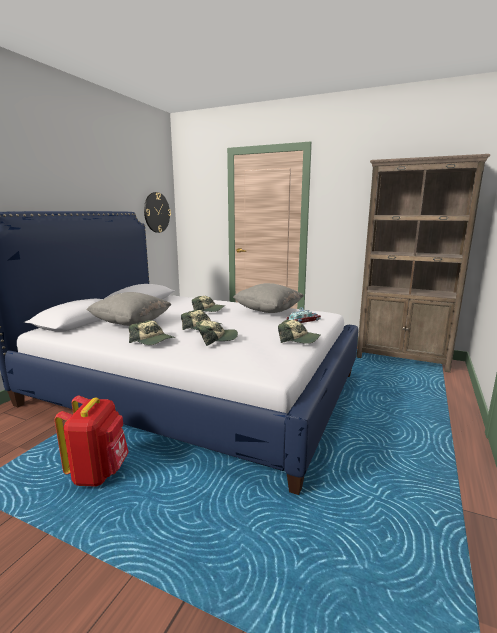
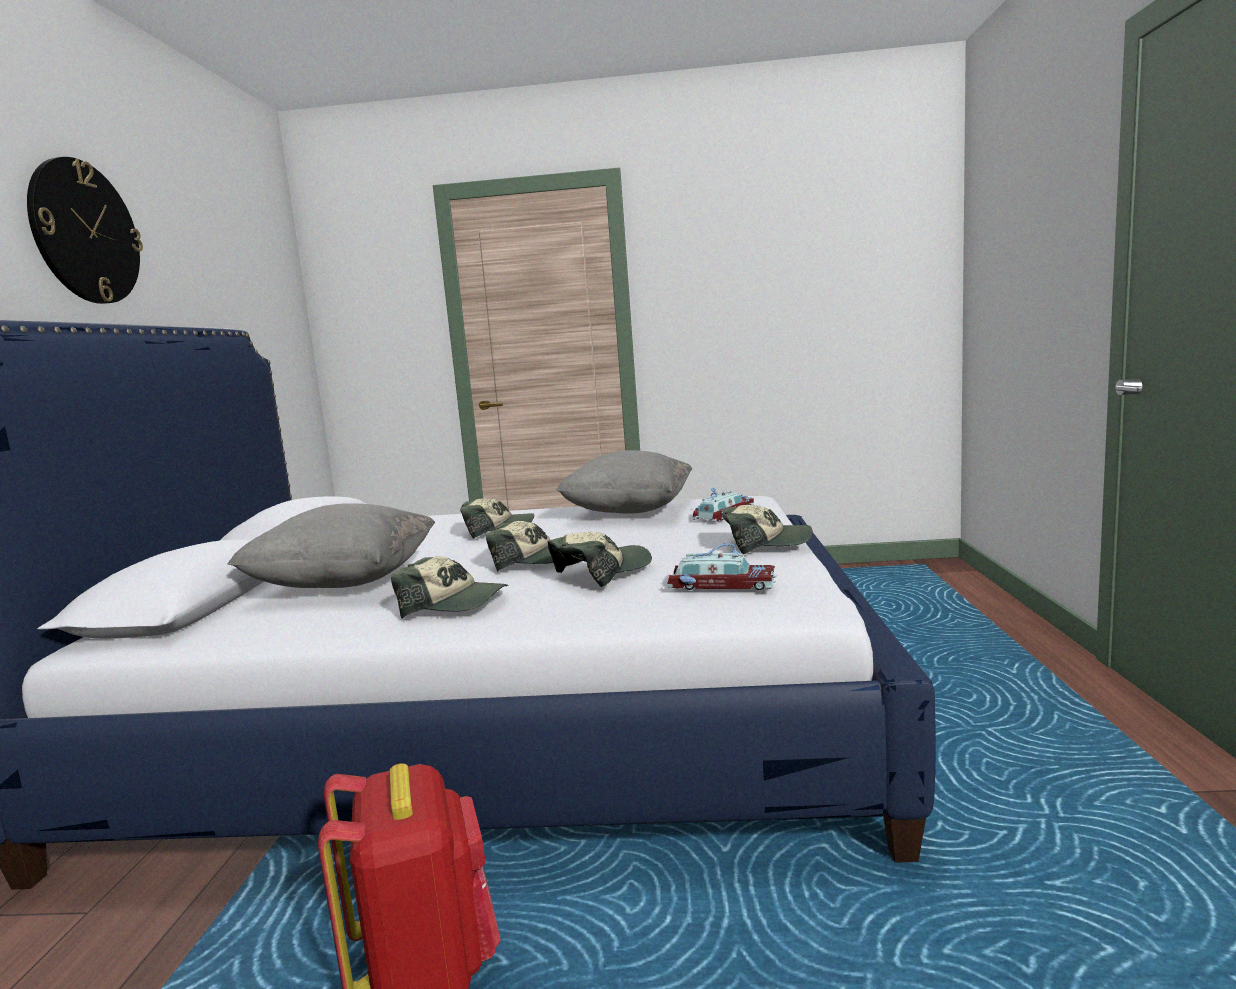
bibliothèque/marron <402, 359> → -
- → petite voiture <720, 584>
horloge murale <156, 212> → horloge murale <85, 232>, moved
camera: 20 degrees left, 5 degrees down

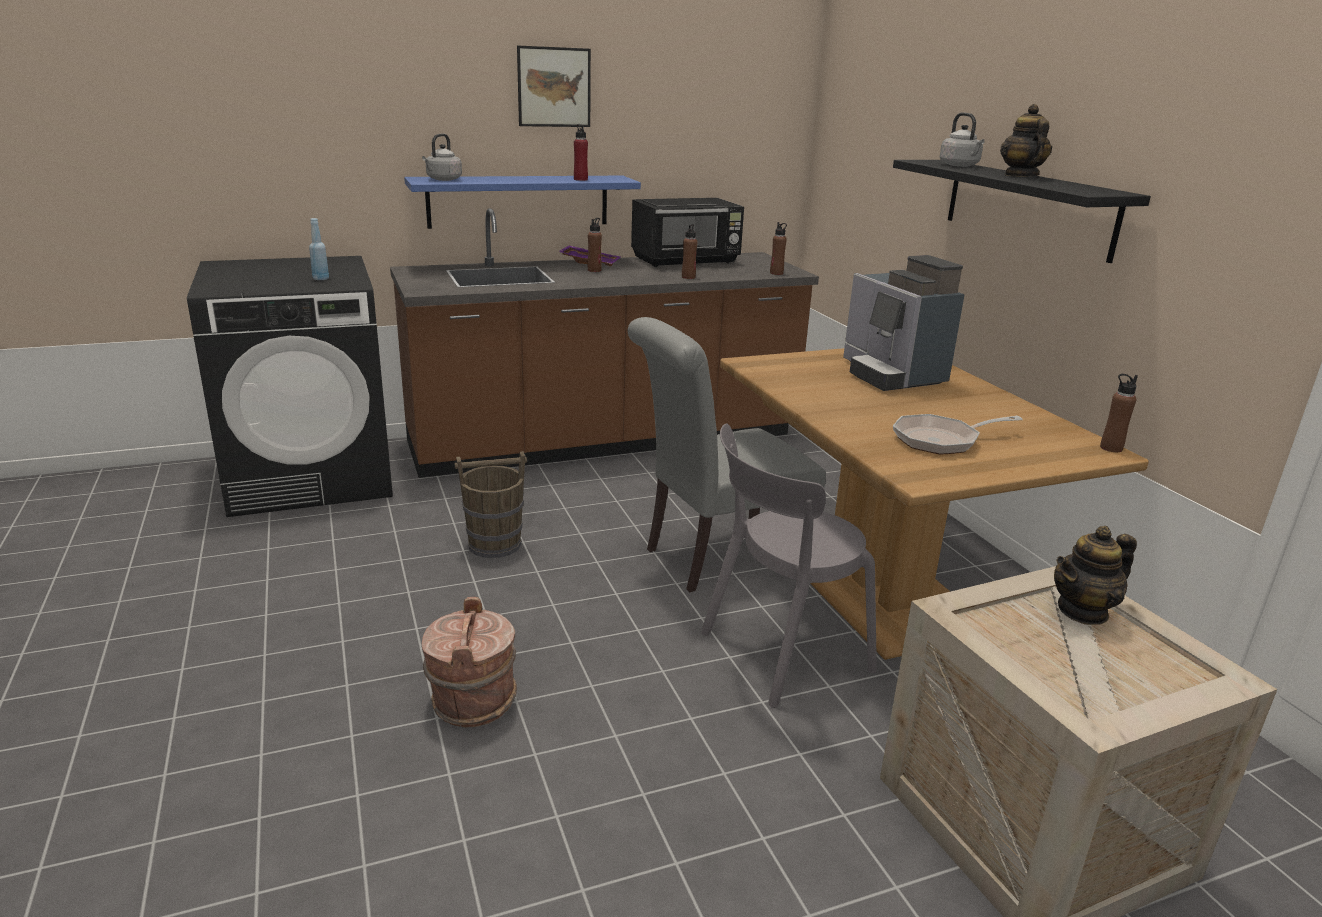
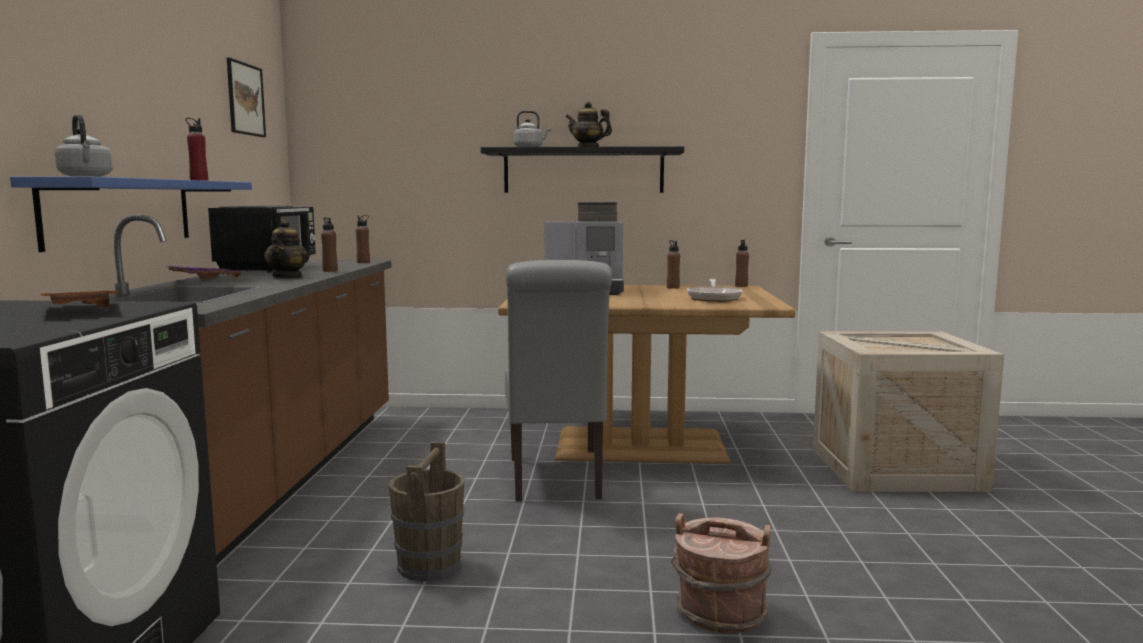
chaise/gris <779, 654> → -
tableau <554, 87> → tableau <245, 99>, moved
bouteille/marron <594, 270> → bouteille/marron <673, 287>, moved
théière <1083, 611> → théière <288, 277>, moved
bouteille/bleu <321, 279> → plateau/orange <80, 310>
camera: 65 degrees left, 15 degrees down

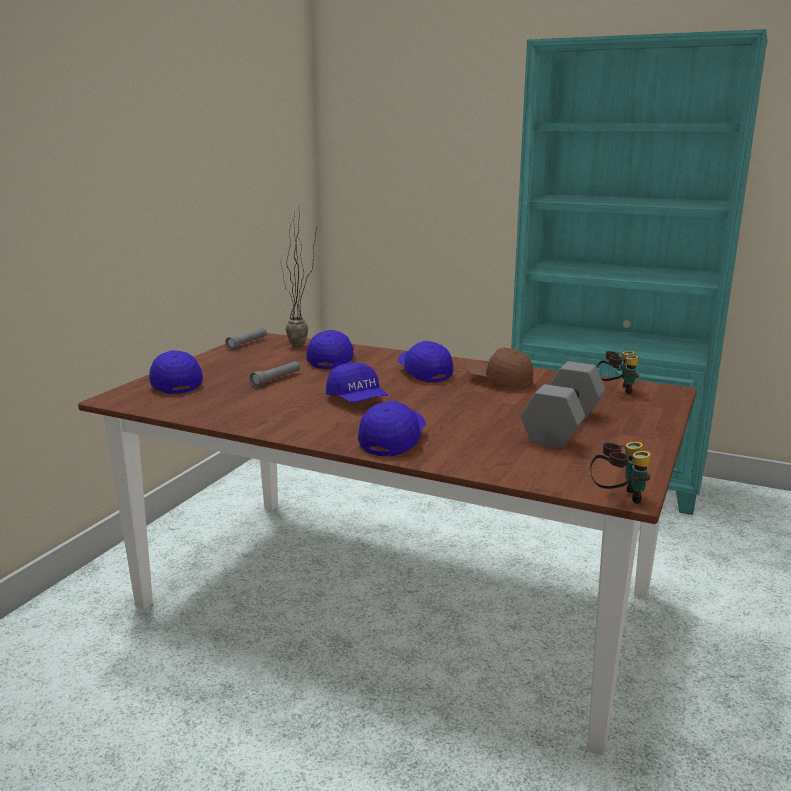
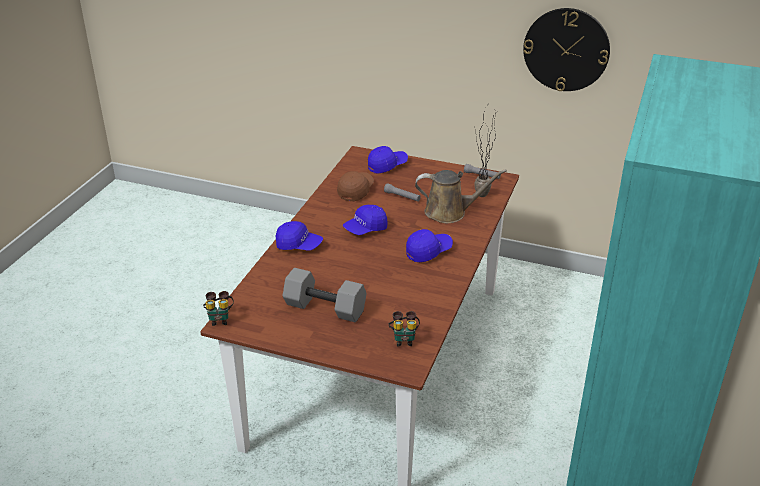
- → horloge murale <566, 49>
casquette/marron <499, 381> → casquette/marron <356, 191>, moved
casquette/bleu <332, 360> → arrosoir/marron <449, 212>
camera: 85 degrees right, 15 degrees up

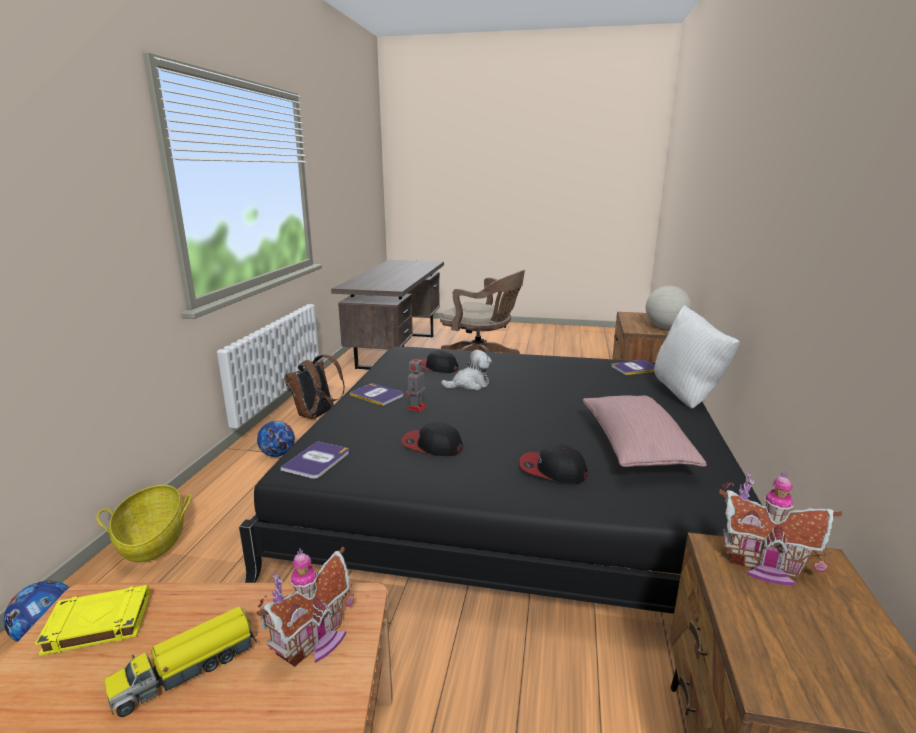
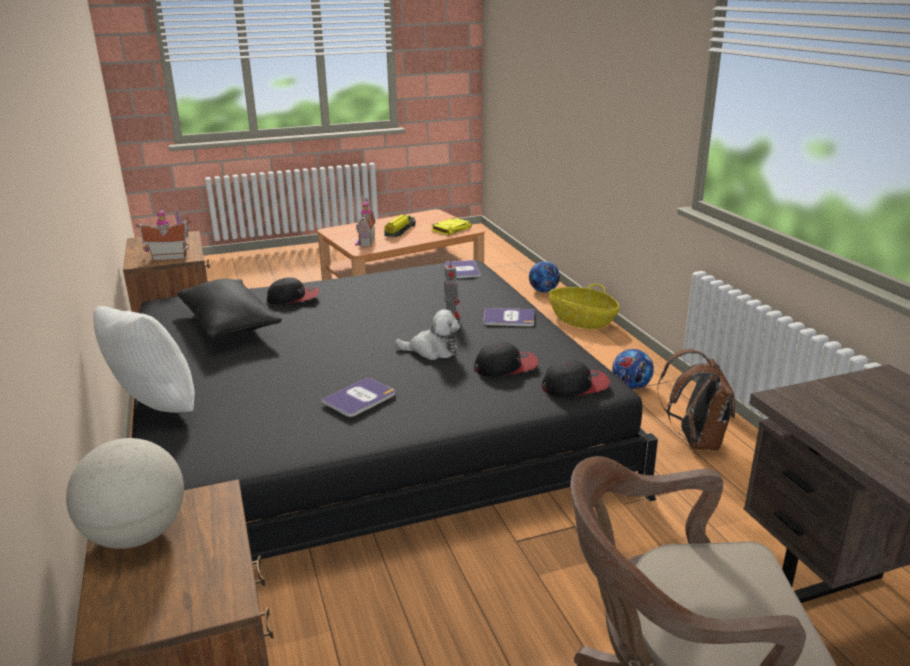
casquette <432, 446> → casquette <575, 386>, moved
livre <635, 368> → livre <359, 398>, moved
coussin/rose <634, 447> → coussin/noir <229, 324>
peluche <469, 384> → peluche <432, 351>, 120 degrees counterclockwise
camera: 150 degrees right, 5 degrees up

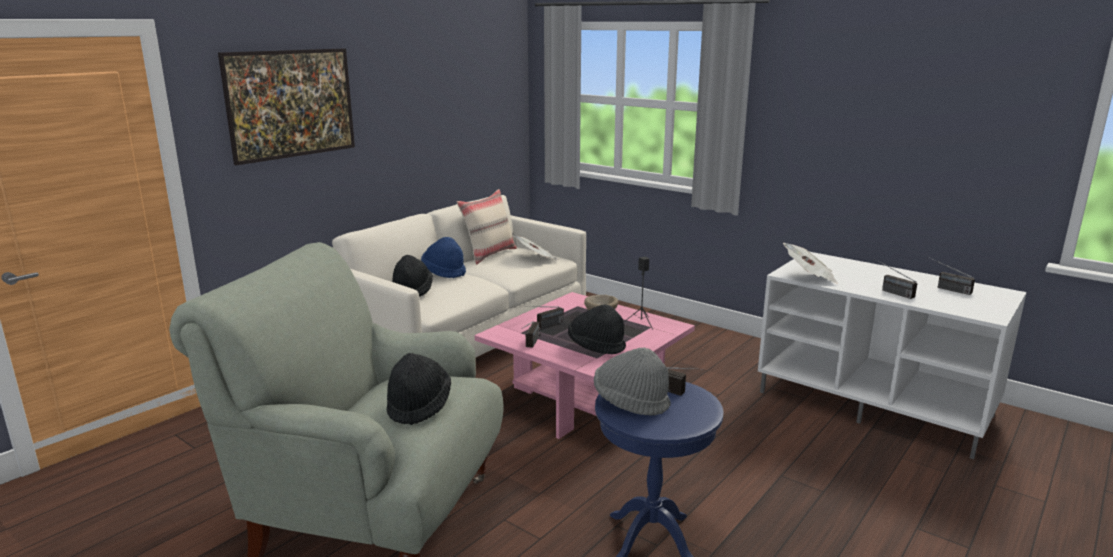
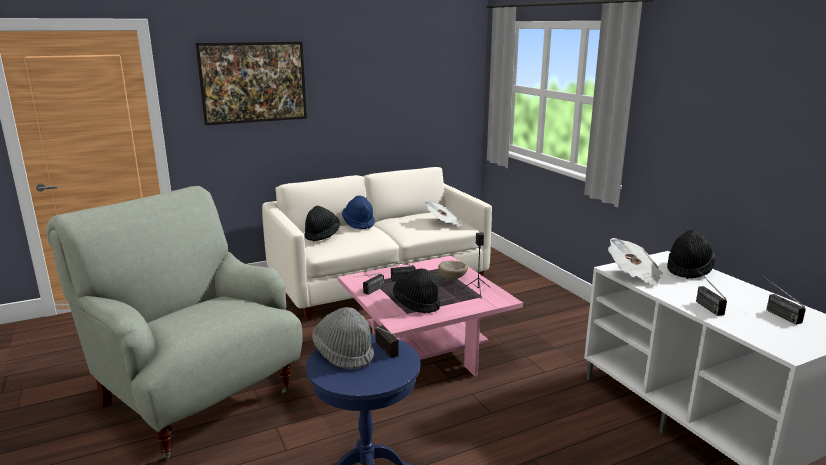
coussin/beige <489, 254> → -
chapeau/noir <419, 406> → chapeau/noir <688, 269>, moved
camera: 25 degrees right, 0 degrees up

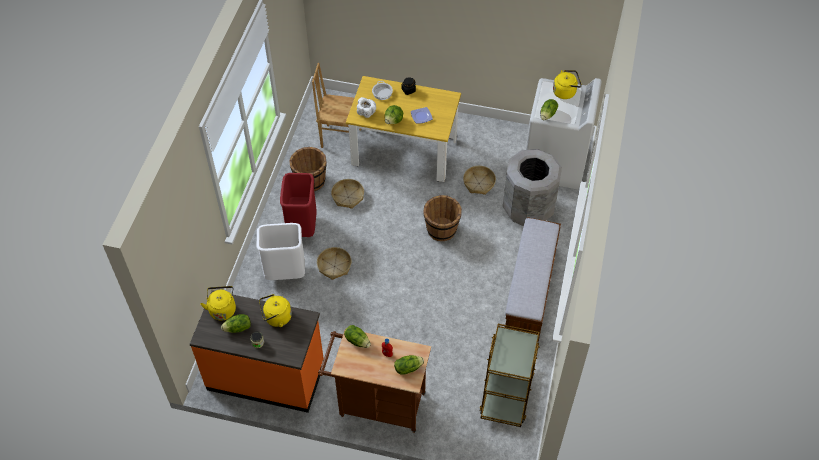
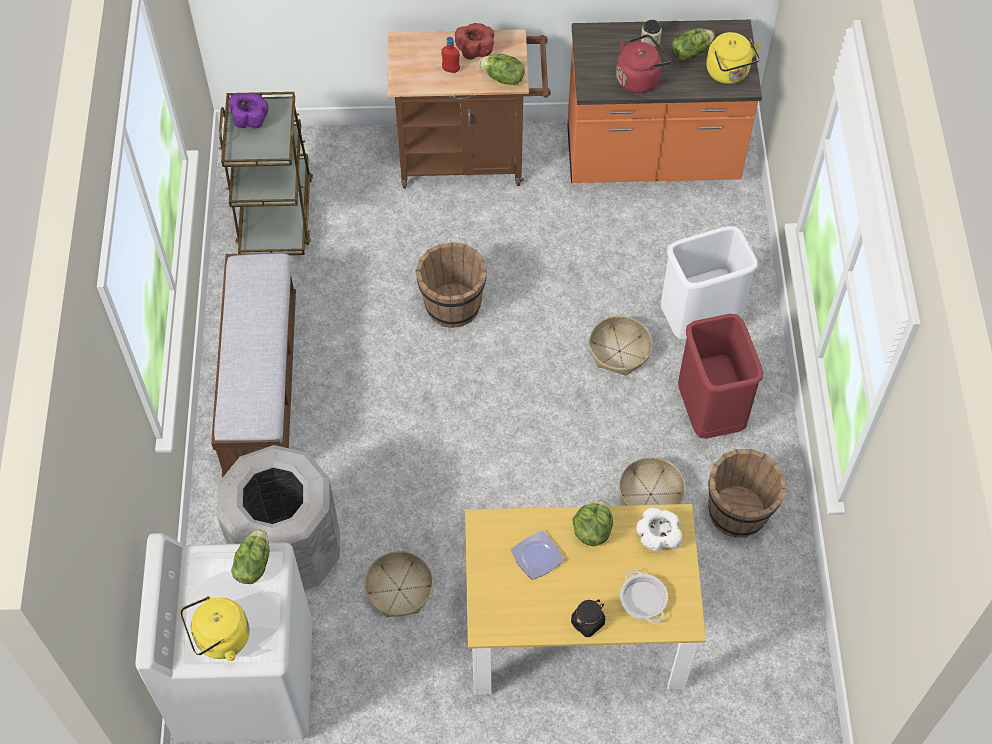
chaise/marron <341, 137> → -
laitue <408, 368> → -
- → bol/violet <250, 119>
- → bol/rouge <475, 50>
seau/marron <441, 230> → seau/marron <452, 305>, moved
bouilloire/jaune <276, 318> → bouilloire/rouge <639, 78>
camera: 165 degrees right, 5 degrees up

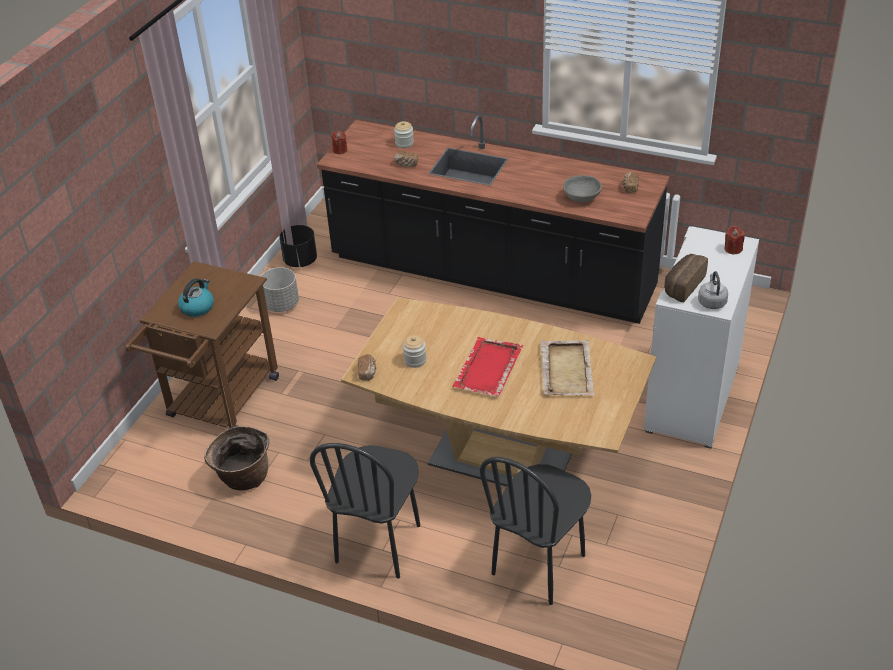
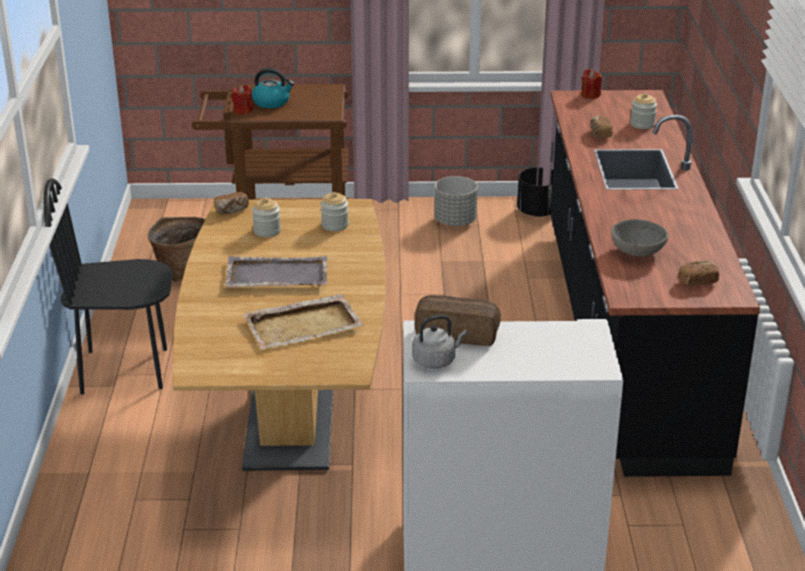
chaise/noir <539, 565> → -
- → bocal <335, 225>
bougie/rouge <733, 249> → bougie/rouge <243, 111>, moved
plateau/rouge <487, 369> → plateau/gris <276, 275>
camera: 65 degrees right, 10 degrees down

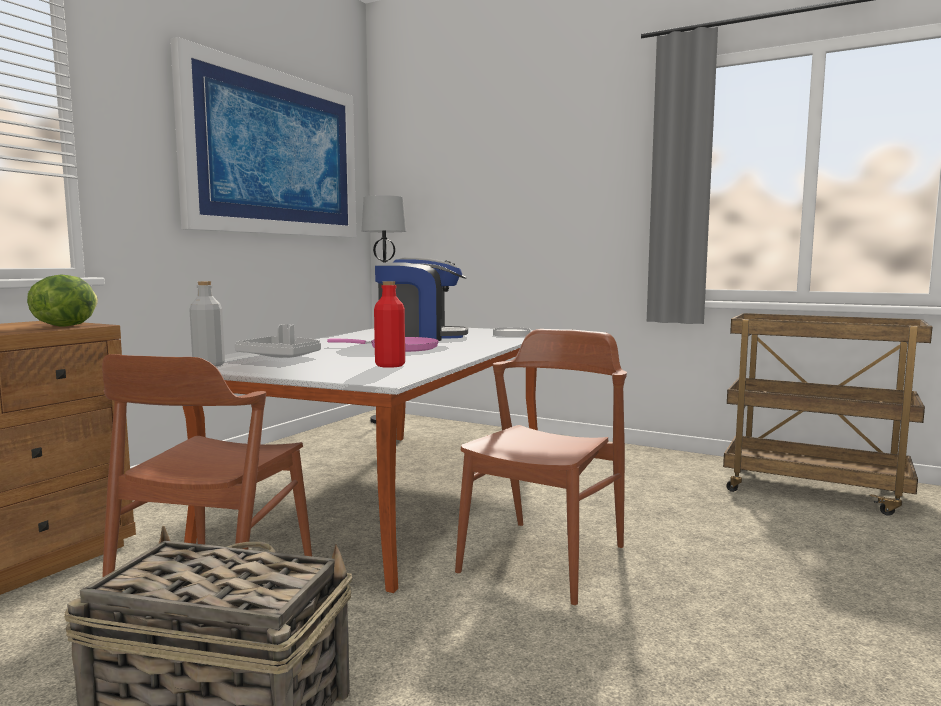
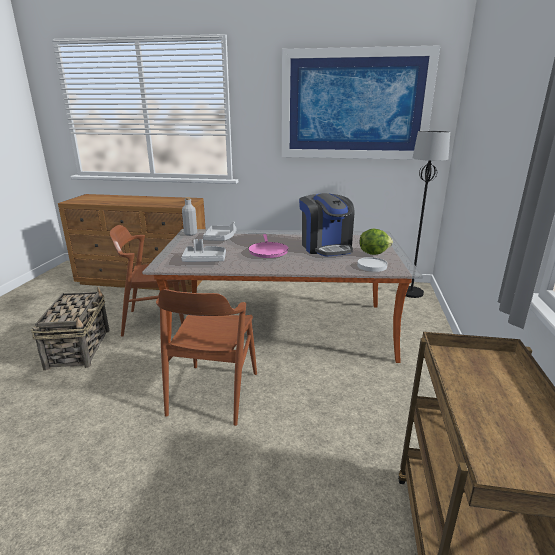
laitue <65, 326> → laitue <373, 253>, moved
bouteille/rouge <390, 365> → plateau/gris <204, 260>
chaise/marron <544, 558> → chaise/marron <213, 393>, 90 degrees clockwise
camera: 70 degrees right, 15 degrees up

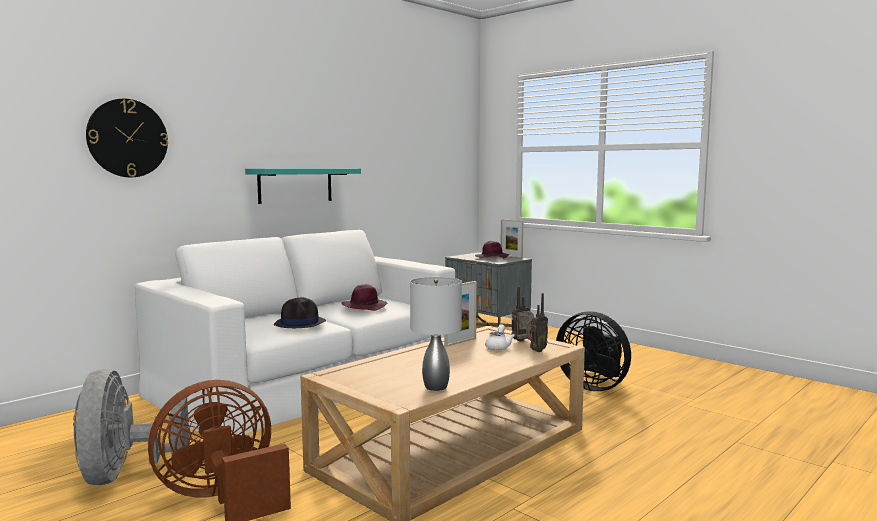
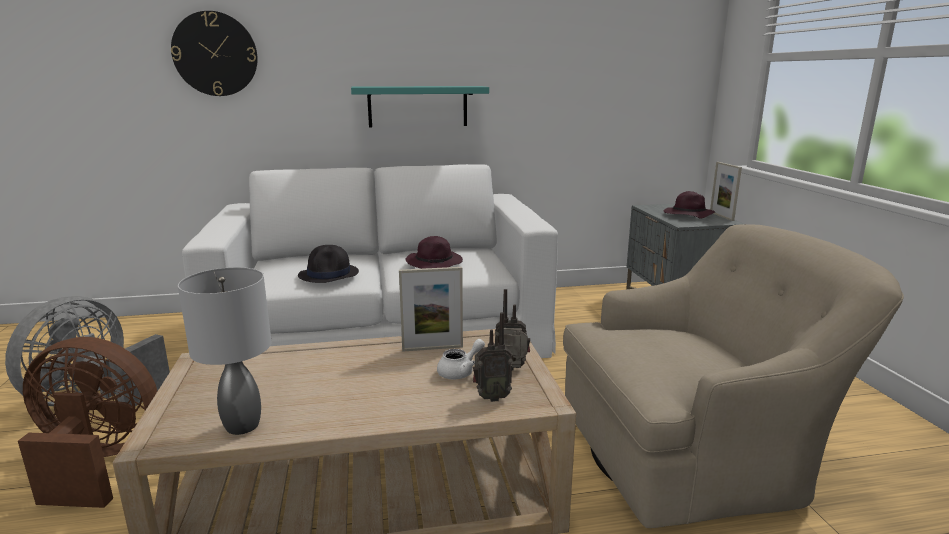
ventilateur/noir <593, 386> → fauteuil/beige <696, 452>
camera: 35 degrees right, 10 degrees up

